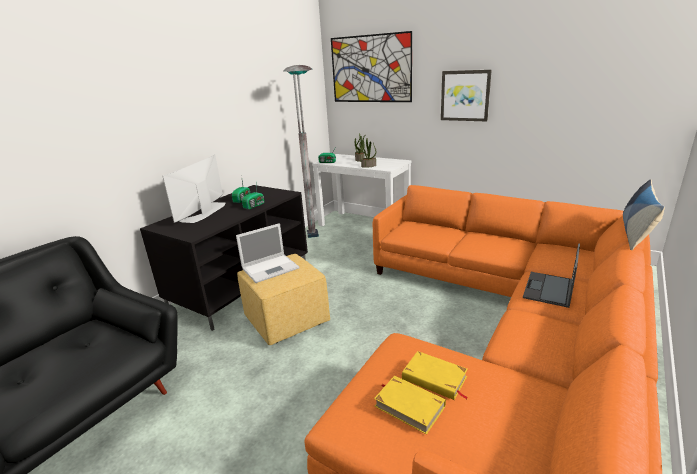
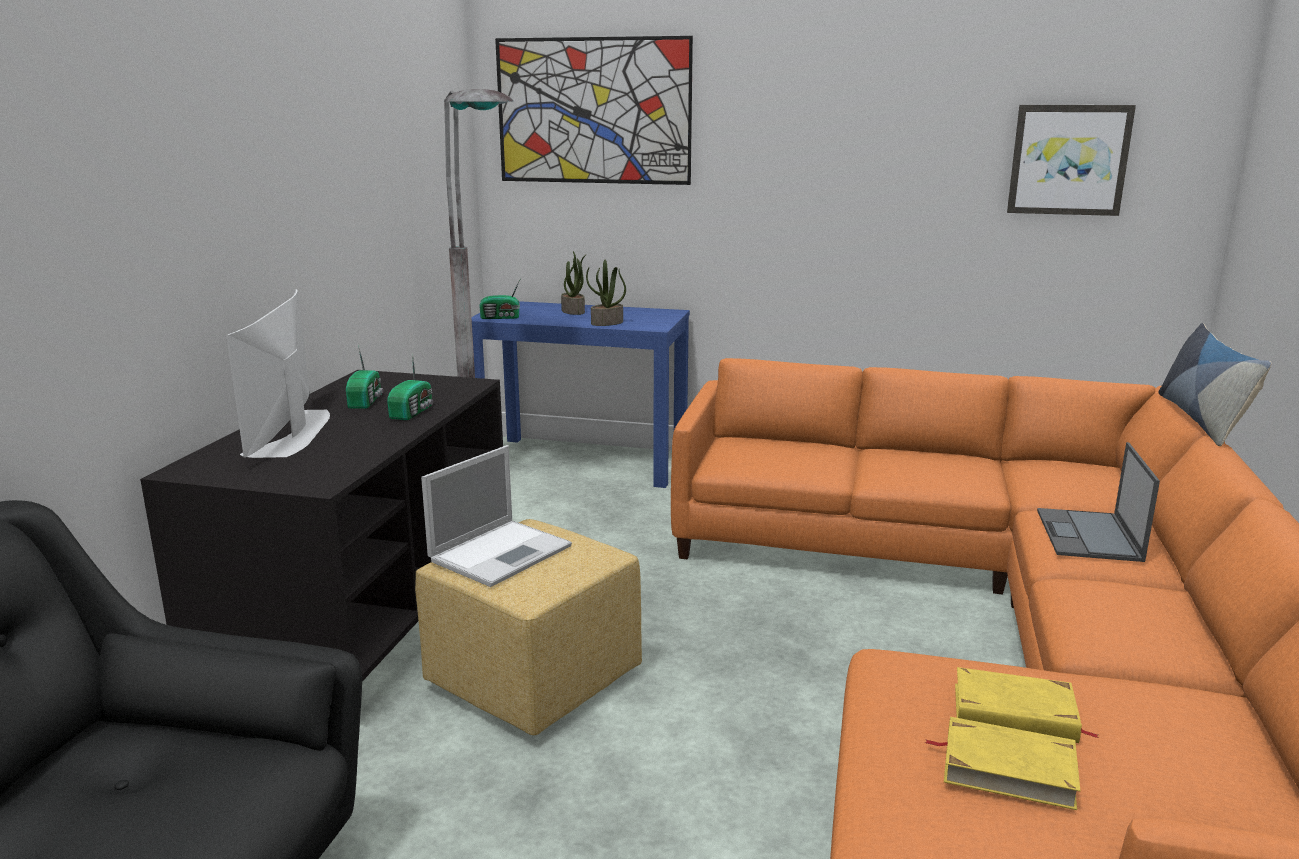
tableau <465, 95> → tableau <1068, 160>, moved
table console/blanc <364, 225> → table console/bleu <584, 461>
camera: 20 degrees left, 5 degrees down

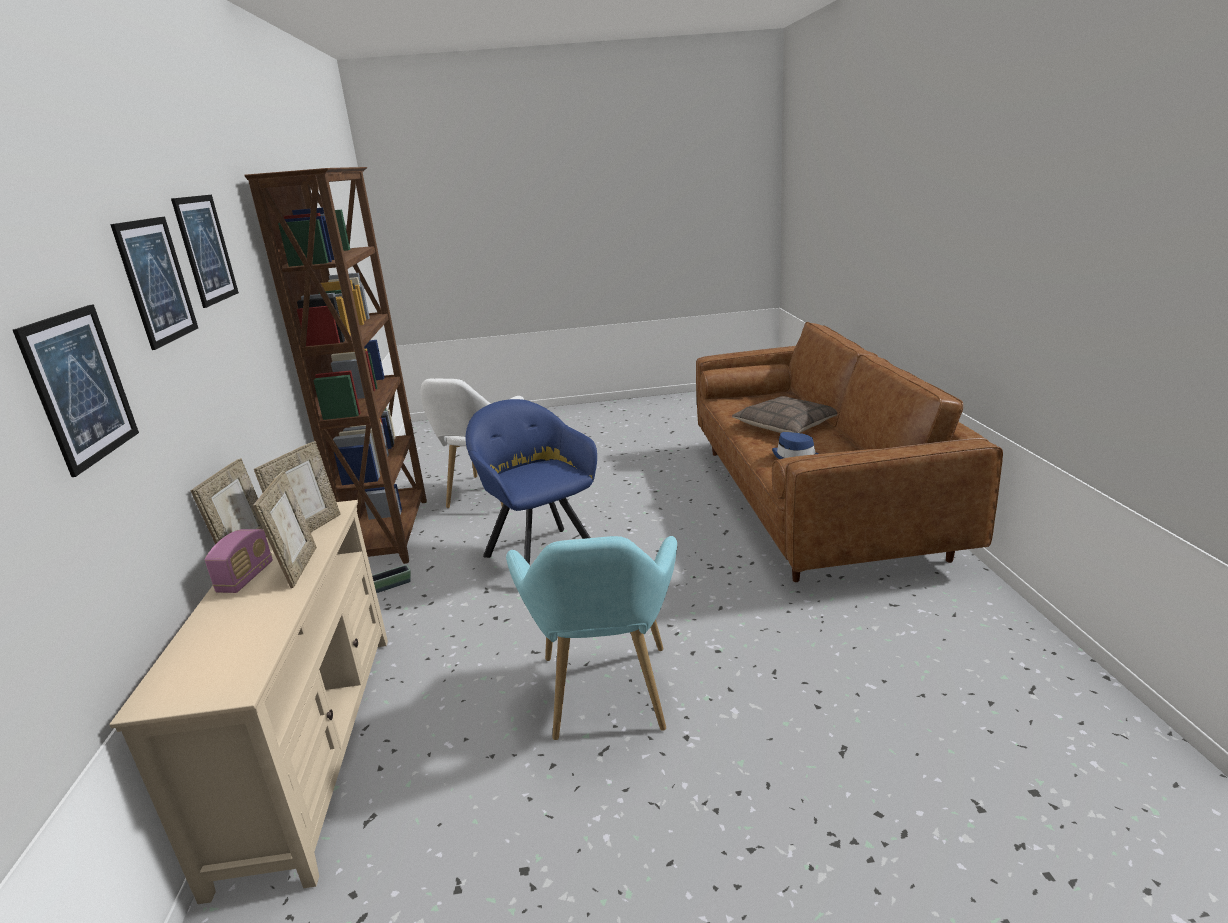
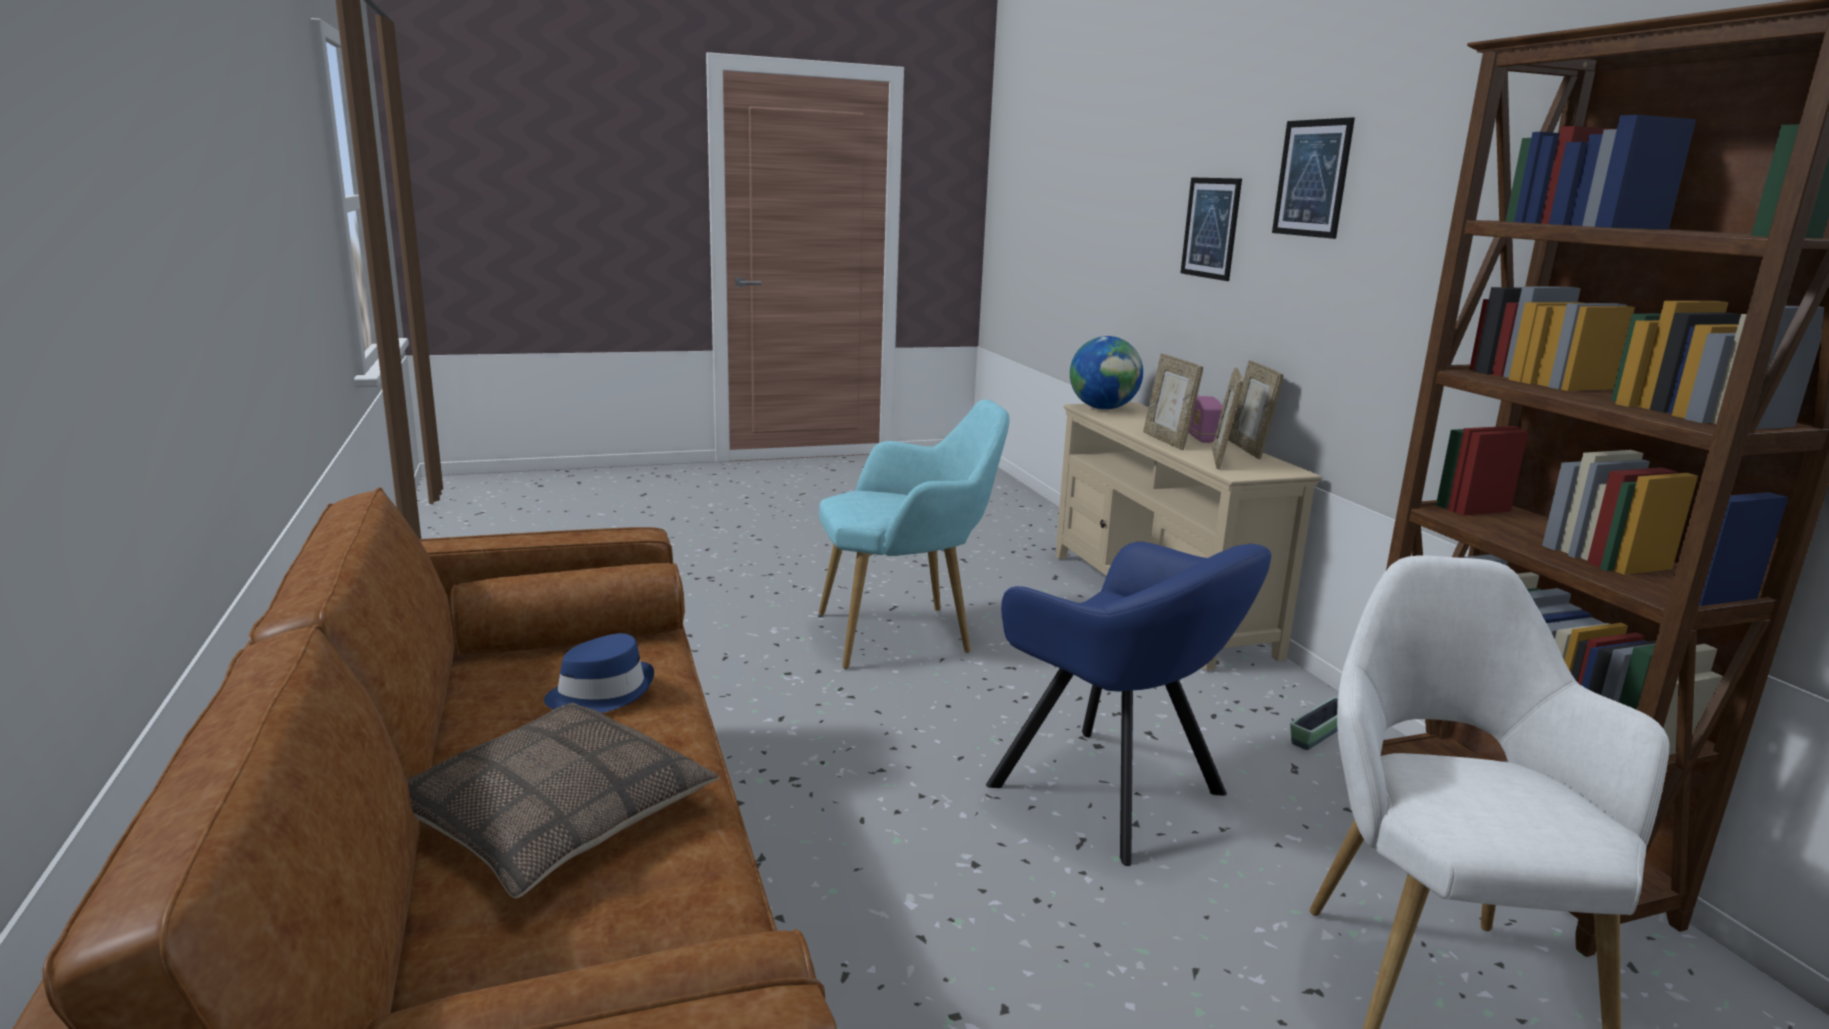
tableau <206, 249> → -
- → globe <1103, 408>
fauteuil/turquoise <606, 699> → fauteuil/turquoise <905, 634>, 90 degrees clockwise
camera: 165 degrees right, 5 degrees down

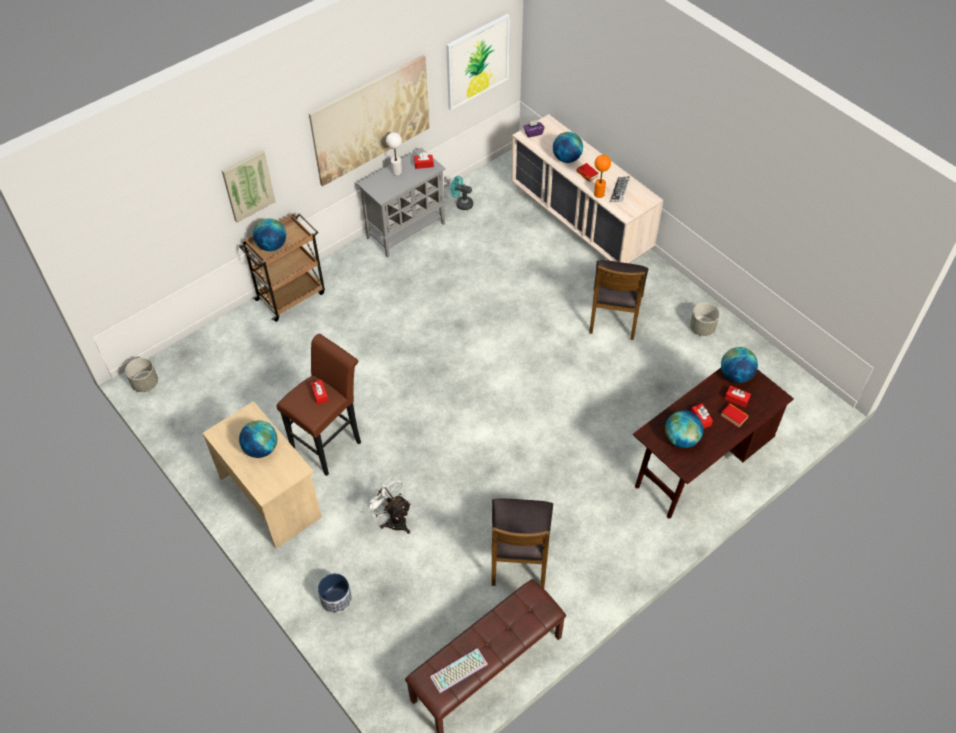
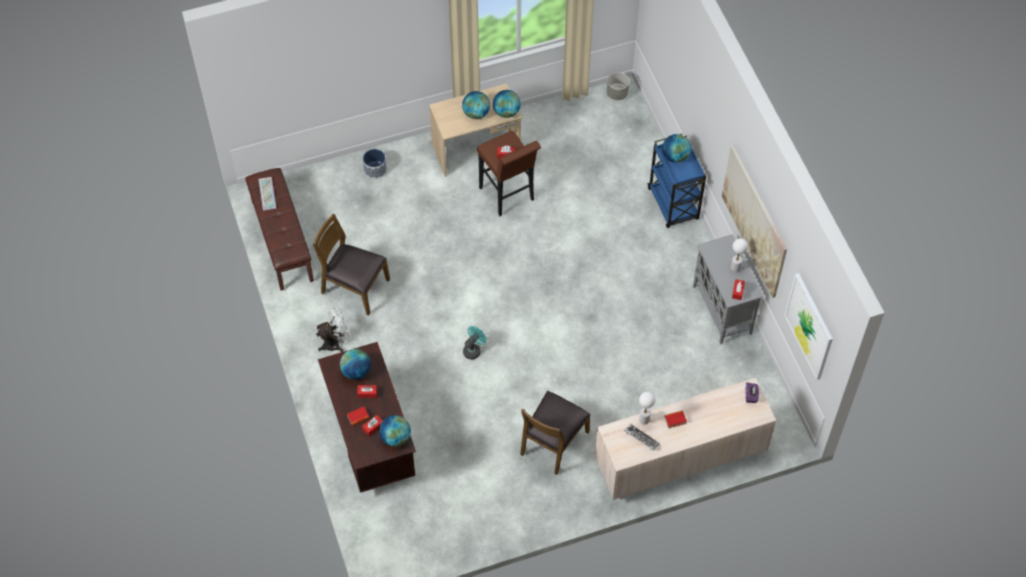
tableau <248, 185> → -
cache-pot/gris <702, 328> → -
ventilateur/blanc <393, 519> → ventilateur/blanc <335, 343>, moved
ventilateur/turquoise <461, 204> → ventilateur/turquoise <473, 350>, moved
globe <566, 158> → globe <506, 112>, moved
chariot/marron <291, 295> → chariot/bleu <673, 205>
lampe de table/orange <599, 194> → lampe de table/blanc <644, 419>
chaise/marron <614, 314> → chaise/marron <553, 442>, 90 degrees counterclockwise
camera: 110 degrees right, 5 degrees up

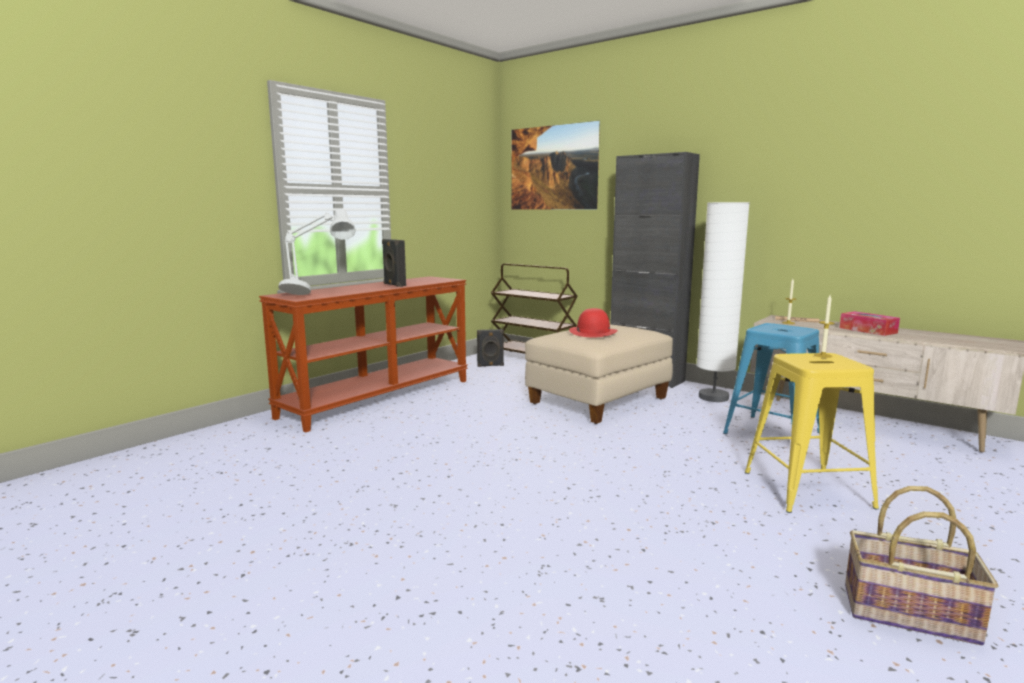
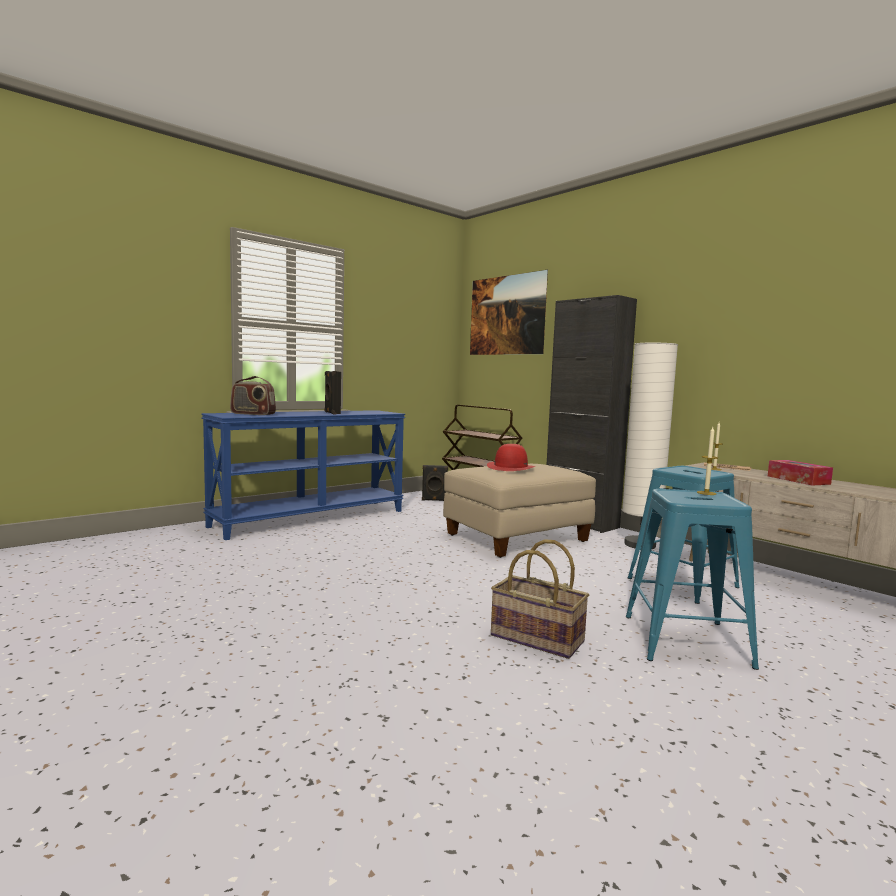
panier <908, 614> → panier <536, 639>, moved
lampe de table/gris <317, 293> → radio <252, 414>
table console/marron <378, 398> → table console/bleu <310, 518>
tabouret/jaune <807, 489> → tabouret/bleu <686, 640>
camera: 10 degrees right, 5 degrees down

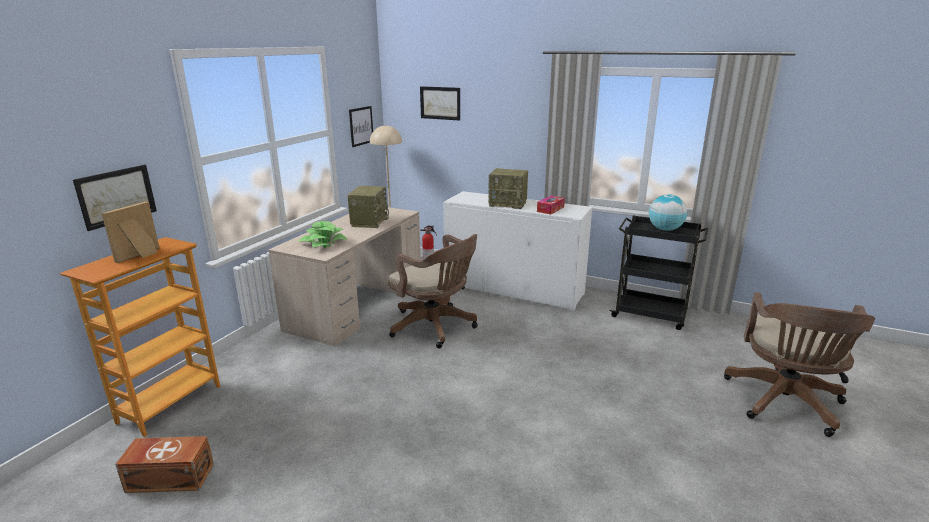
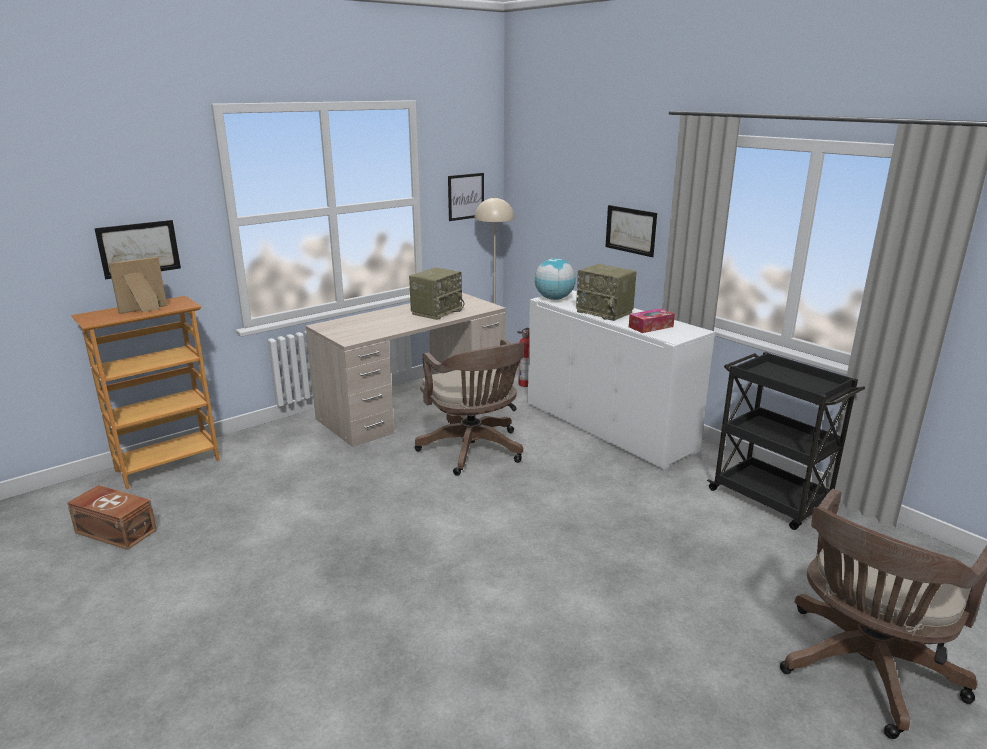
plante en pot <323, 243> → -
tableau <440, 103> → tableau <630, 230>, moved
globe <665, 229> → globe <554, 299>, moved
camera: 25 degrees right, 0 degrees up

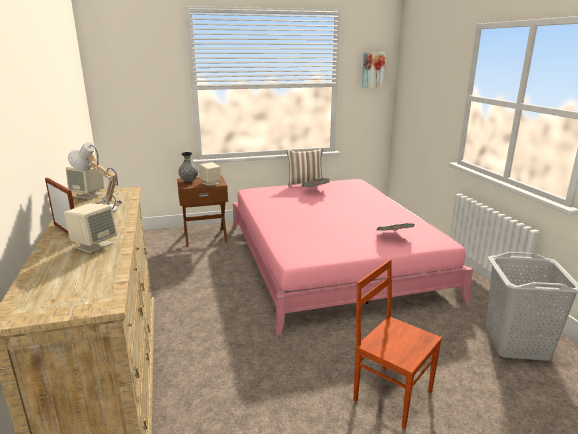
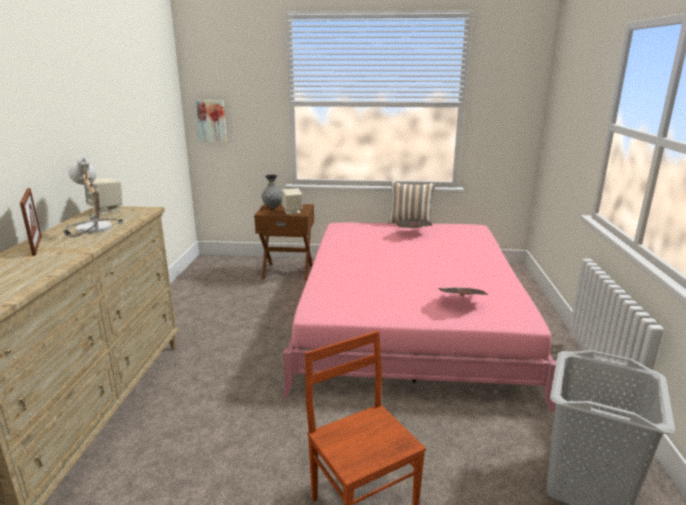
enceinte/beige <94, 245> → -
tableau <372, 69> → tableau <212, 120>, moved
camera: 20 degrees right, 0 degrees up

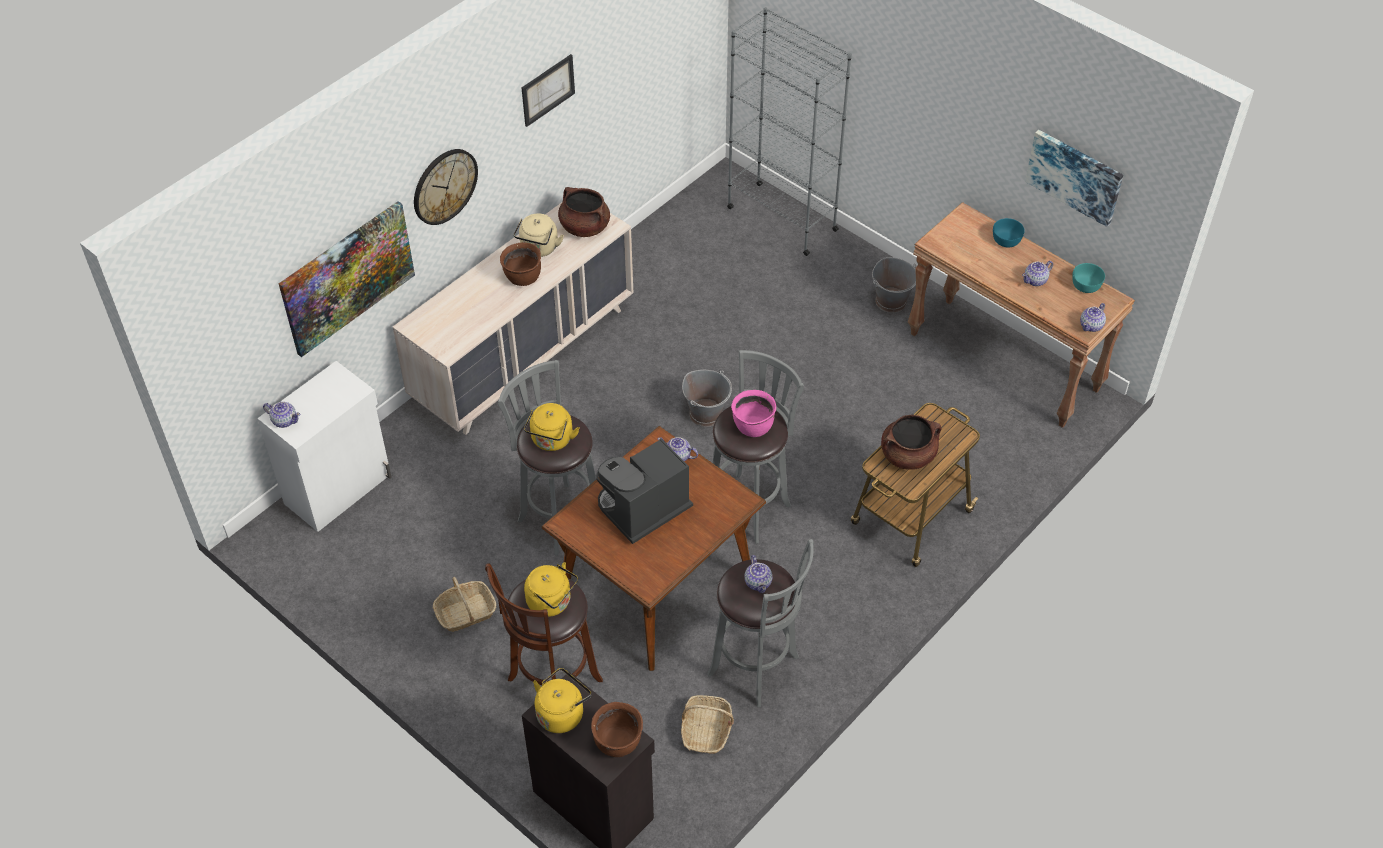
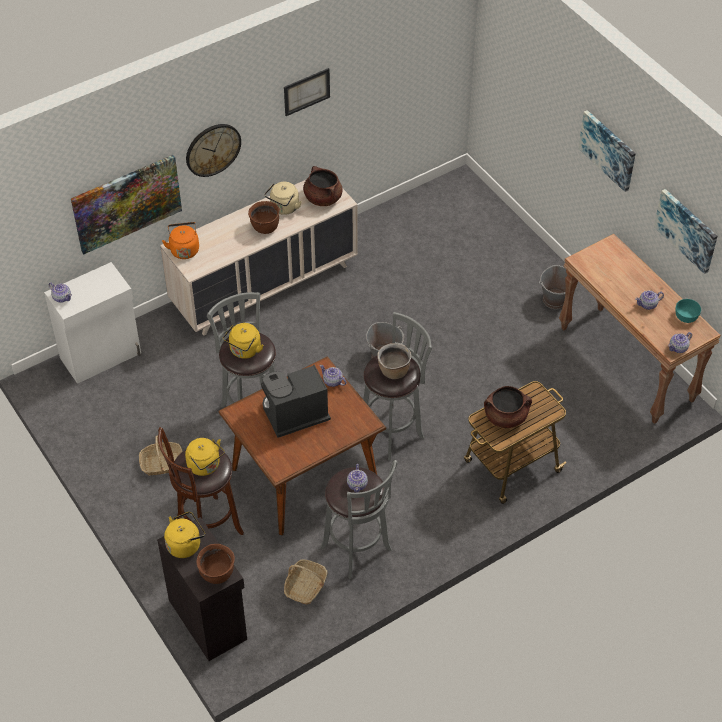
bibliothèque/gris <781, 218> → -
bol/turquoise <1006, 240> → -
- → bouilloire/orange <184, 249>
- → tableau <608, 150>
marmite/rose <752, 427> → marmite/marron <393, 371>
camera: 15 degrees right, 0 degrees up

